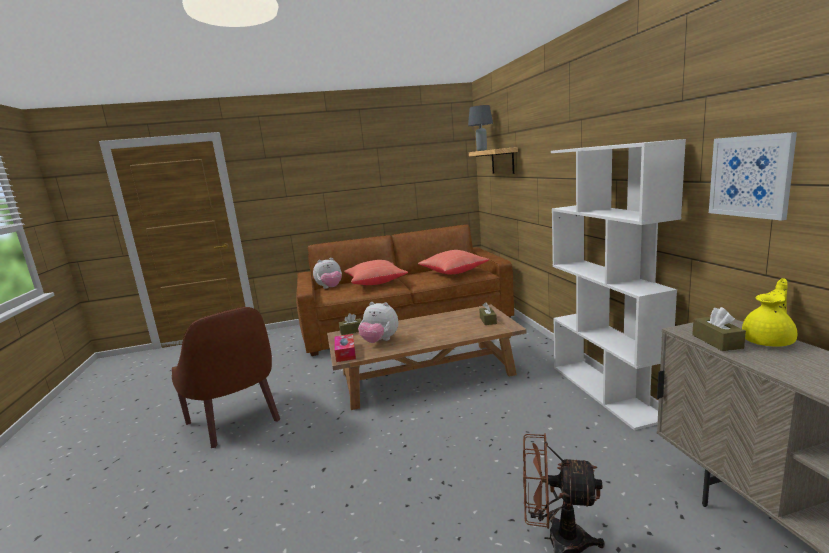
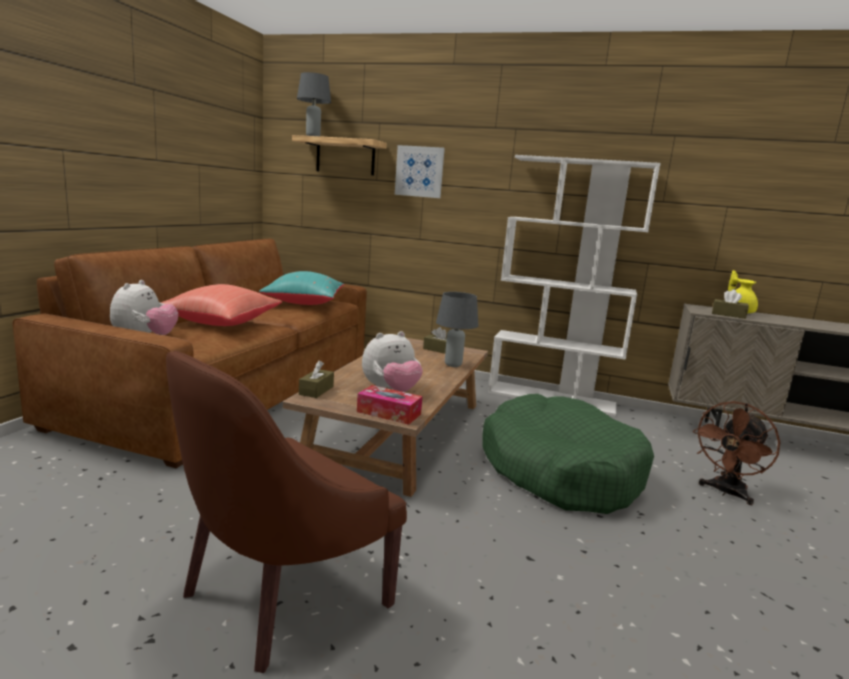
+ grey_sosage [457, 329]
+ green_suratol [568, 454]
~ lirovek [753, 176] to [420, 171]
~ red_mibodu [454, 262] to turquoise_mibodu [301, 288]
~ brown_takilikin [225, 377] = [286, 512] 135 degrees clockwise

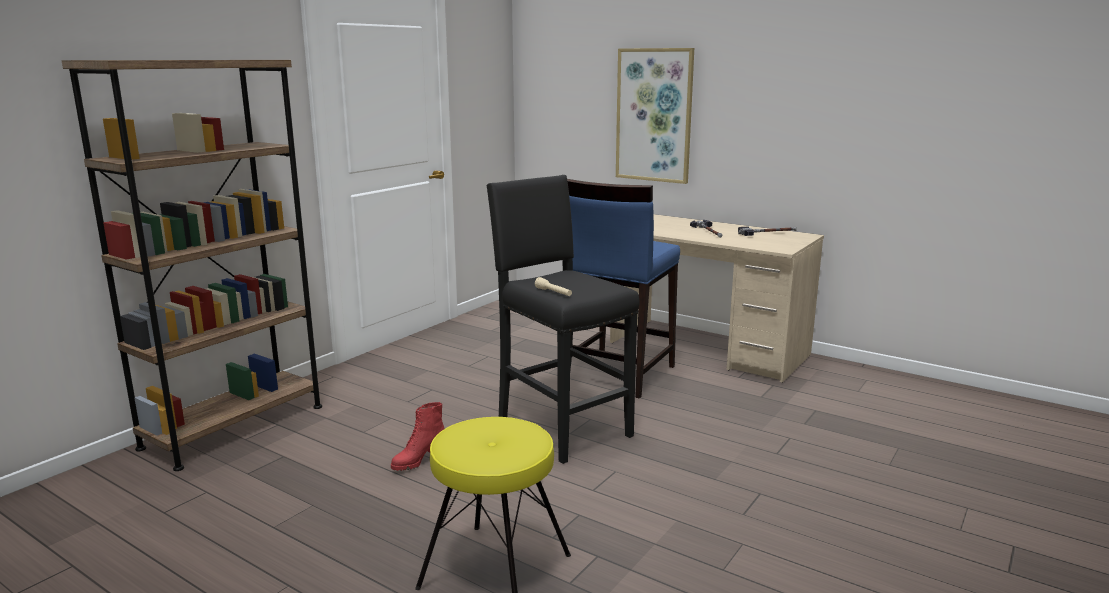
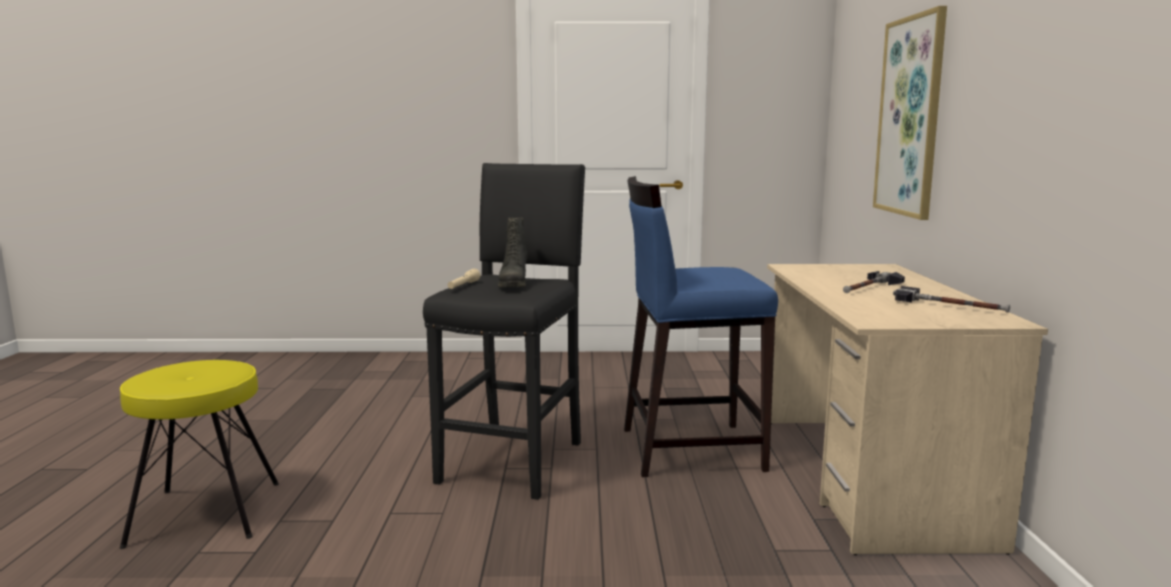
- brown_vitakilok [192, 265]
- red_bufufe [418, 436]
+ black_bufufe [513, 252]

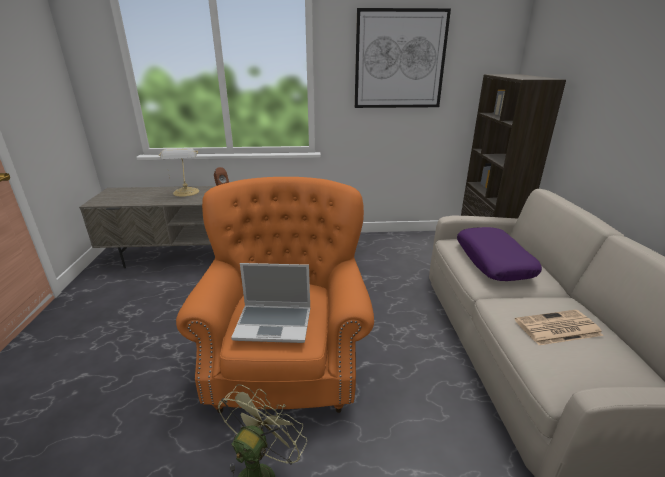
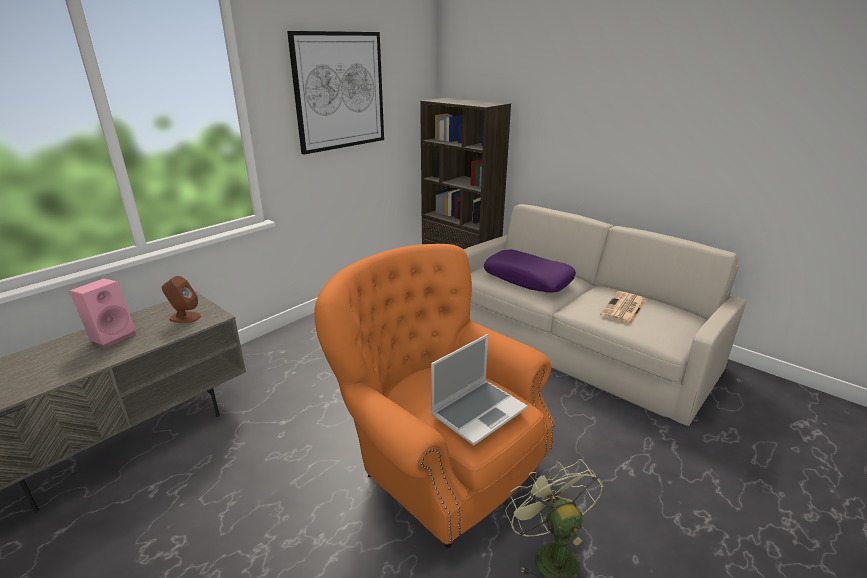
~ sosage [179, 172] to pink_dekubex [102, 313]

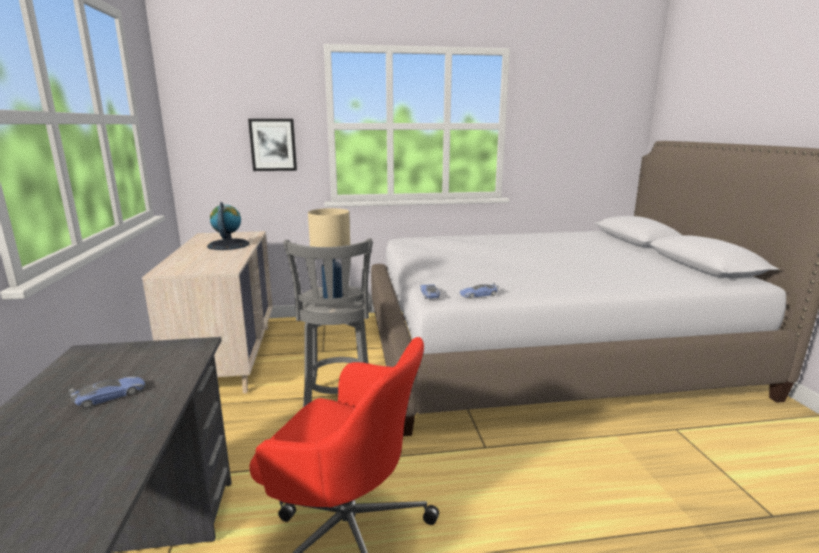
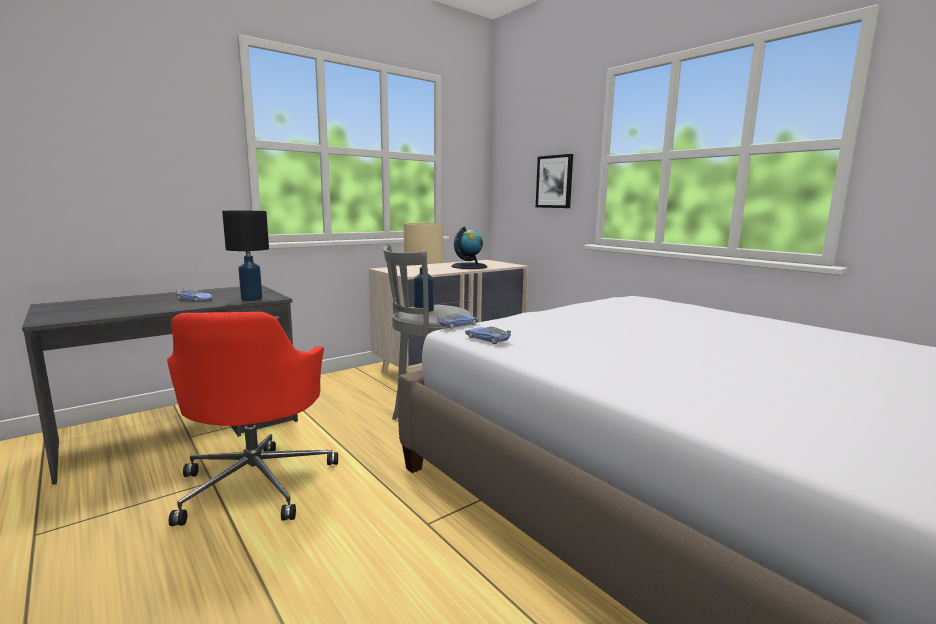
+ black_sosage [245, 256]

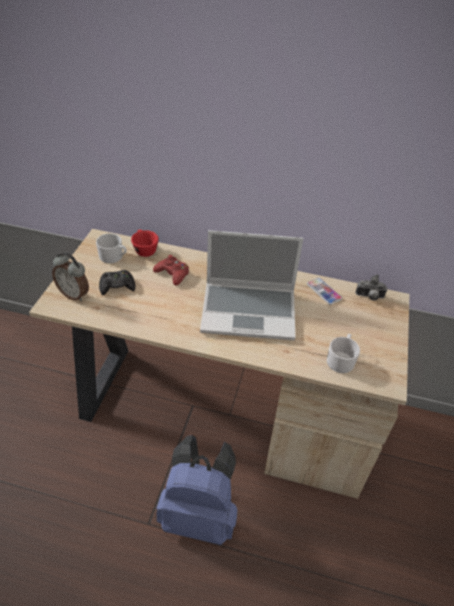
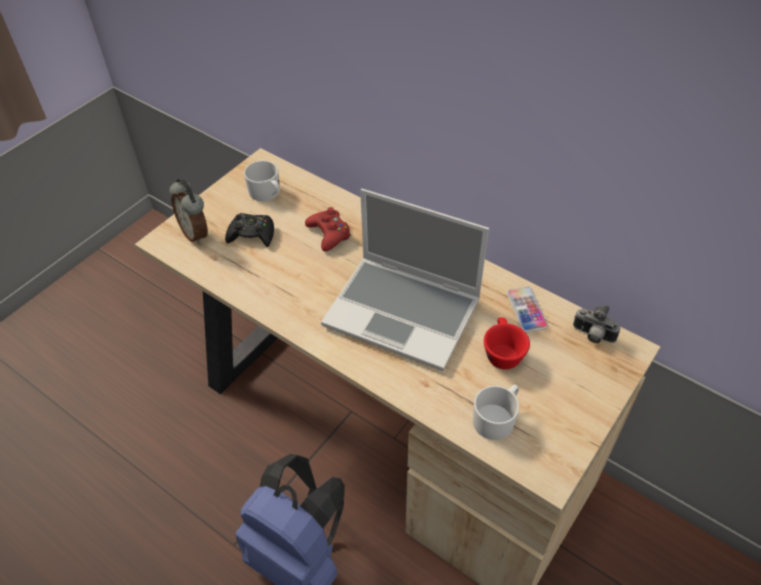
~ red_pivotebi [145, 243] to [507, 343]

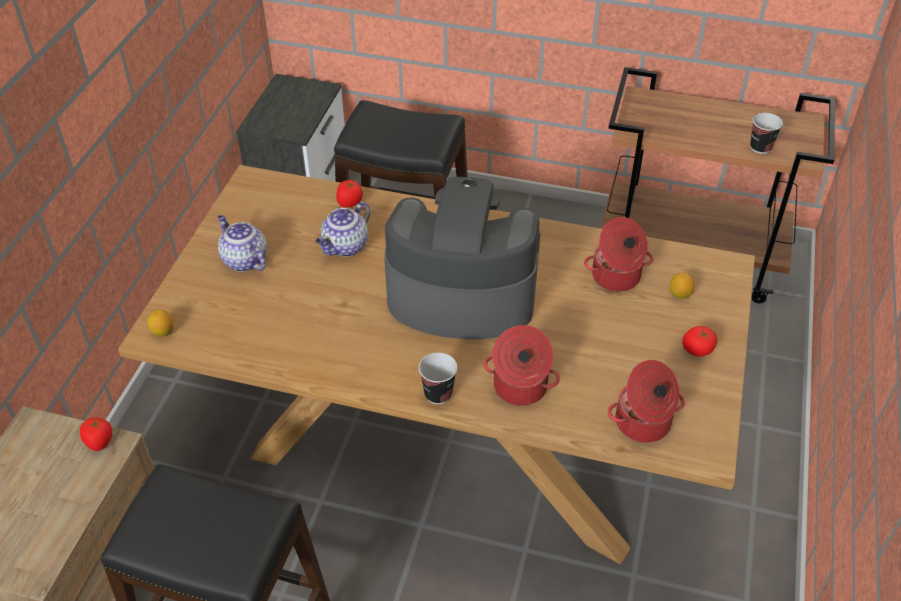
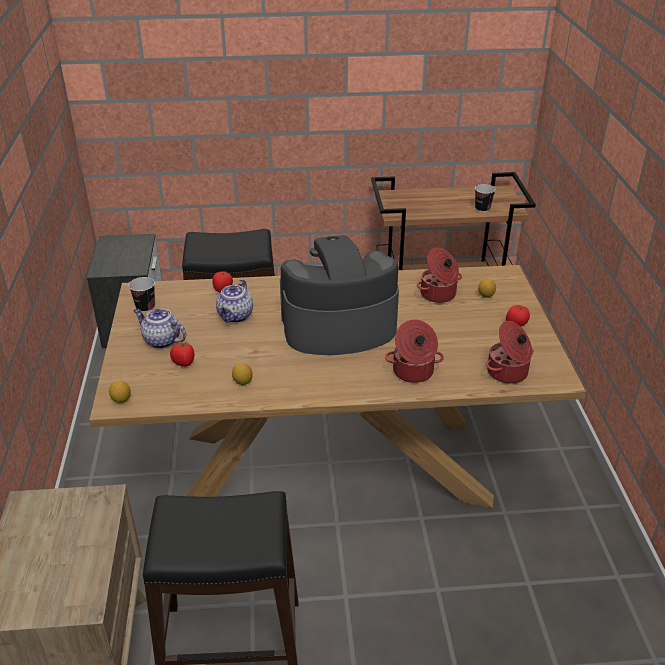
+ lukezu [242, 374]
~ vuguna [96, 434] to [182, 354]
~ pivotebi [438, 378] to [142, 295]

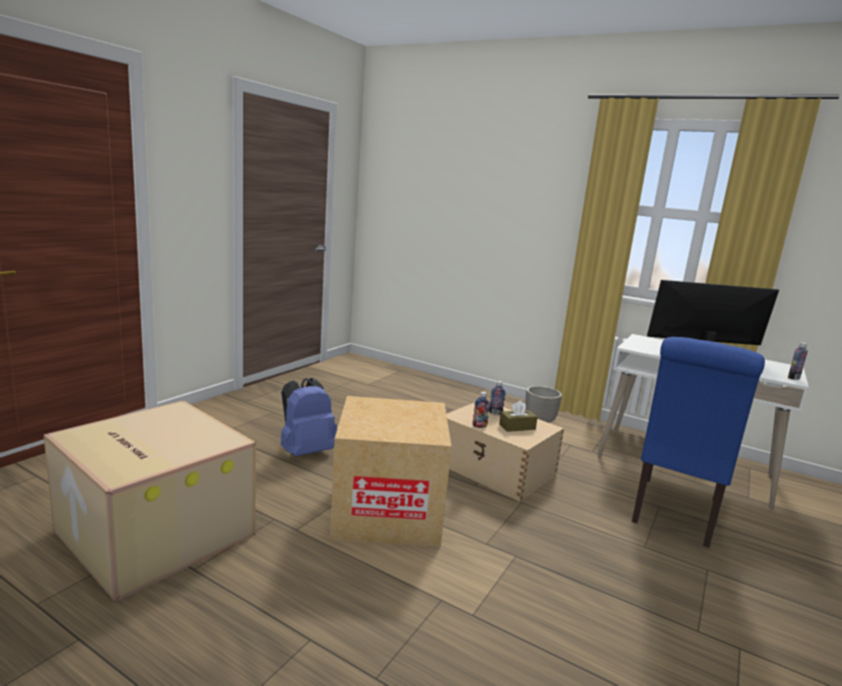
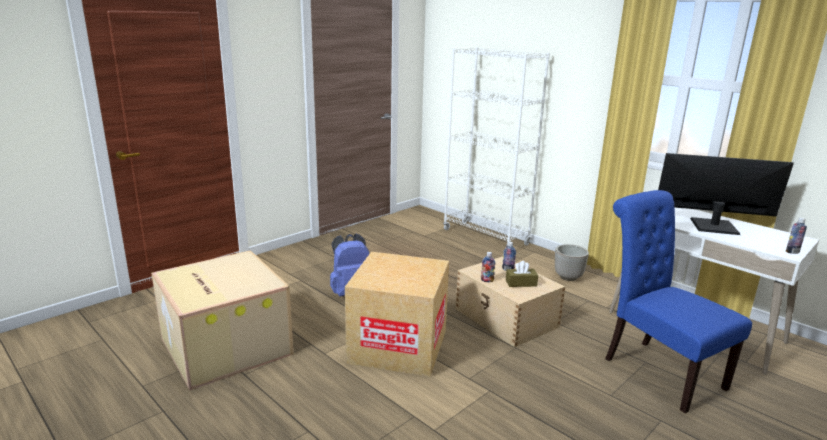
+ white_vitakilok [496, 147]
~ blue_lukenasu [698, 442] = [678, 301] 105 degrees clockwise

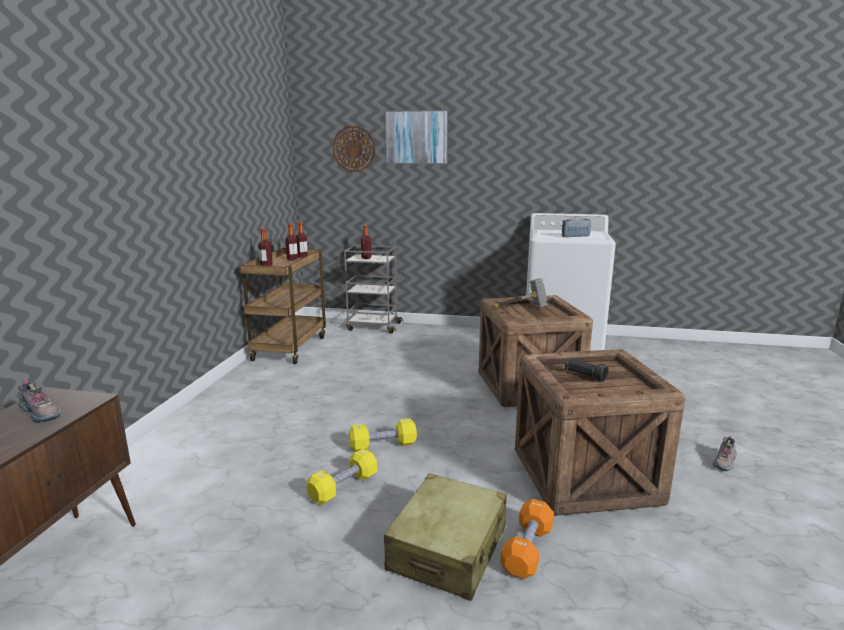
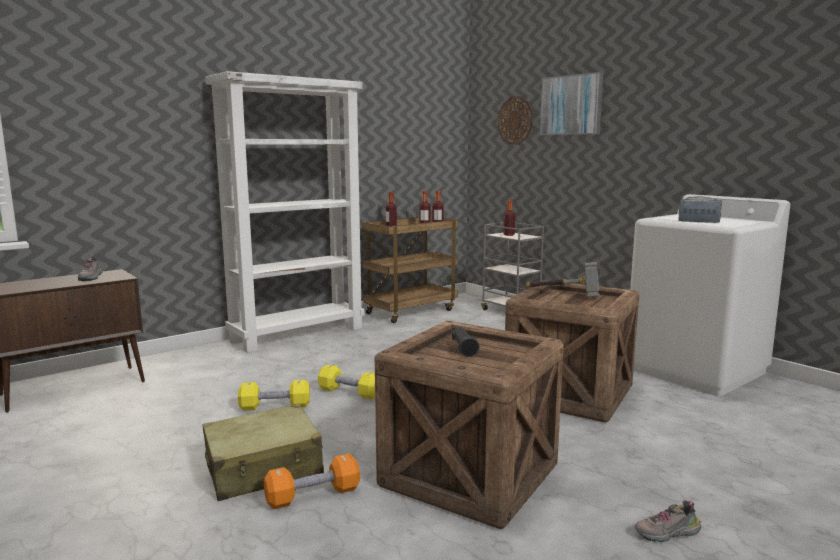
+ white_vitakilok [285, 212]

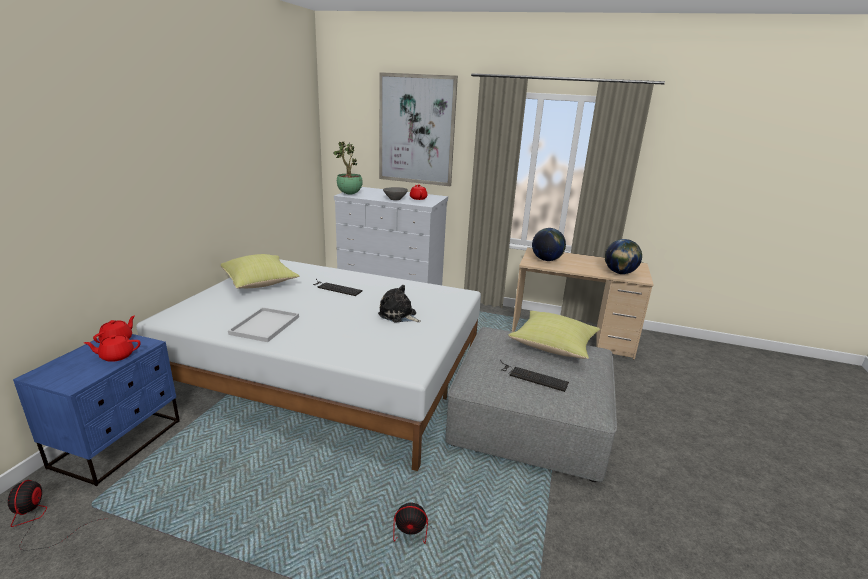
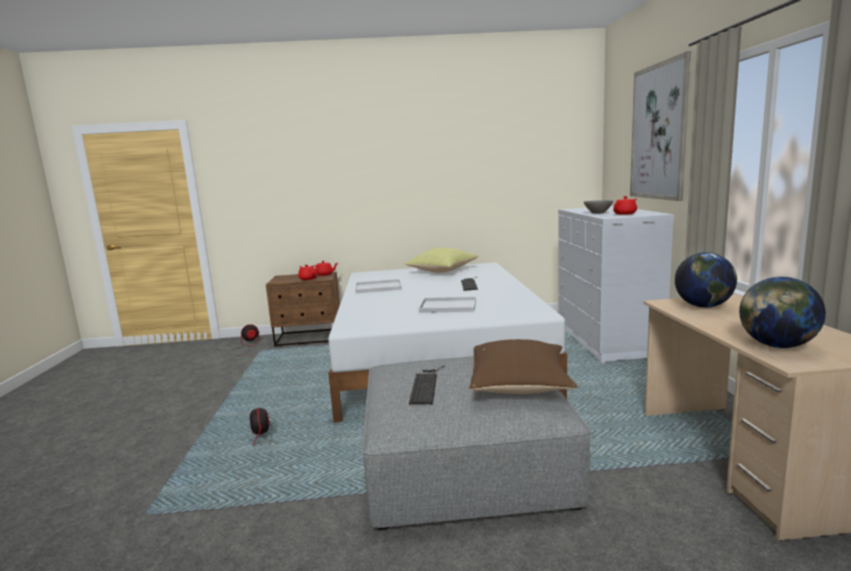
- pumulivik [348, 168]
~ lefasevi [399, 303] to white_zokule [447, 305]
~ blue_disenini [96, 410] to brown_disenini [303, 309]
~ yellow_mibodu [554, 335] to brown_mibodu [523, 366]

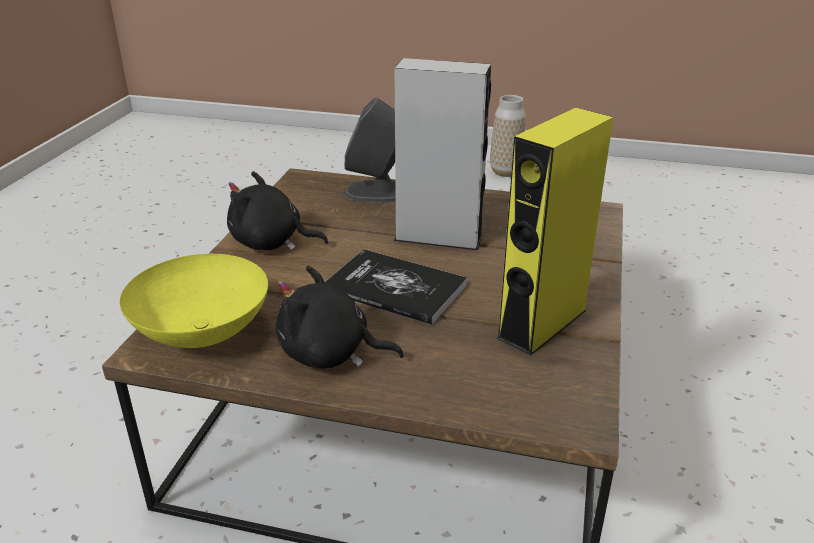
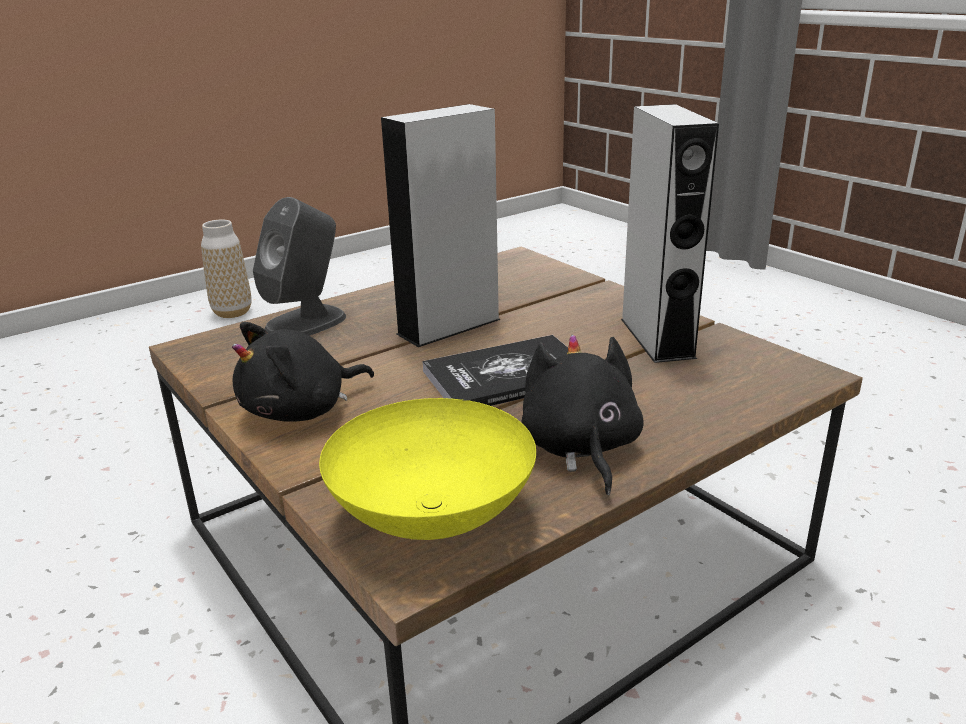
~ yellow_dekubex [554, 231] to grey_dekubex [670, 233]
~ black_lefasevi [340, 317] = [583, 415] 120 degrees clockwise

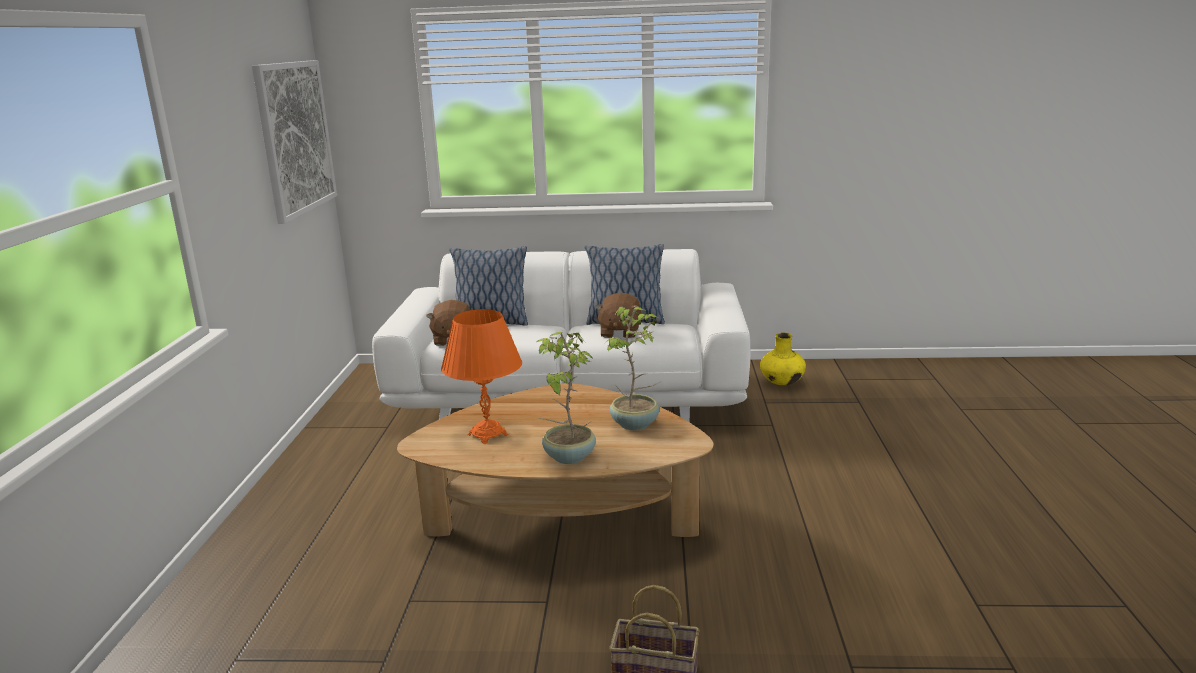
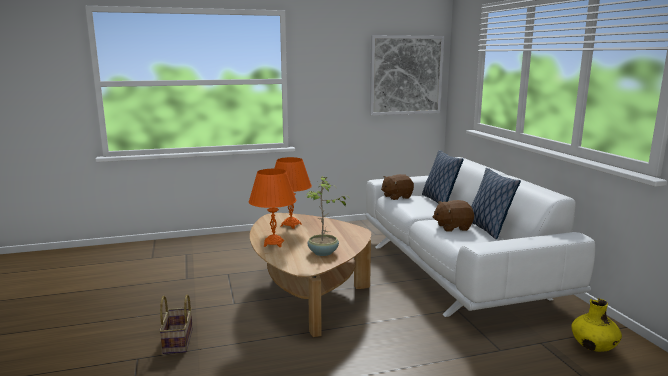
~ pumulivik [566, 398] to orange_sosage [272, 208]

